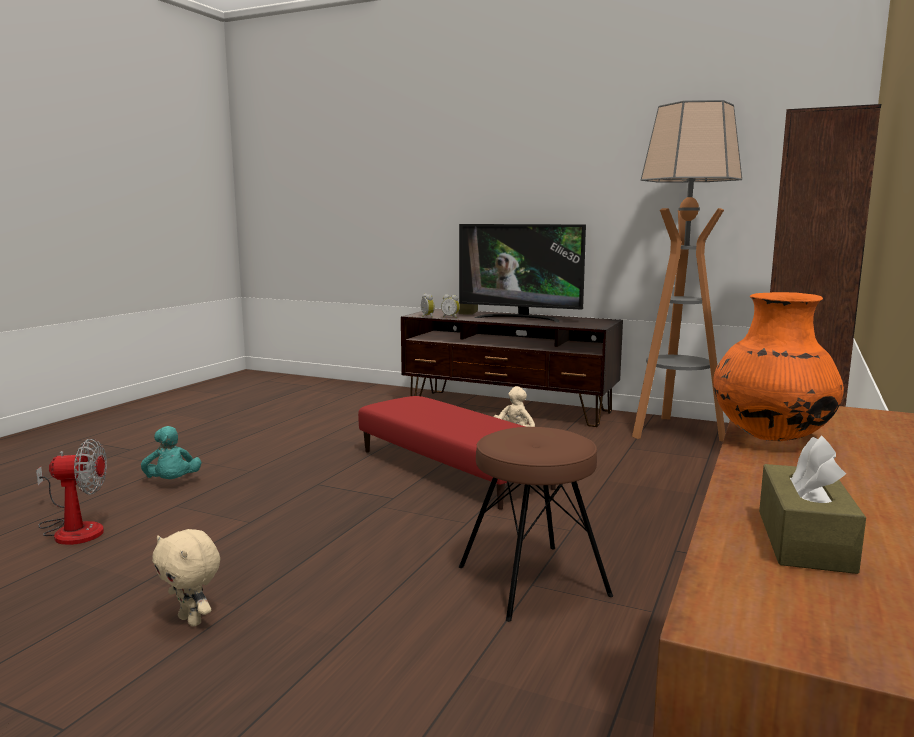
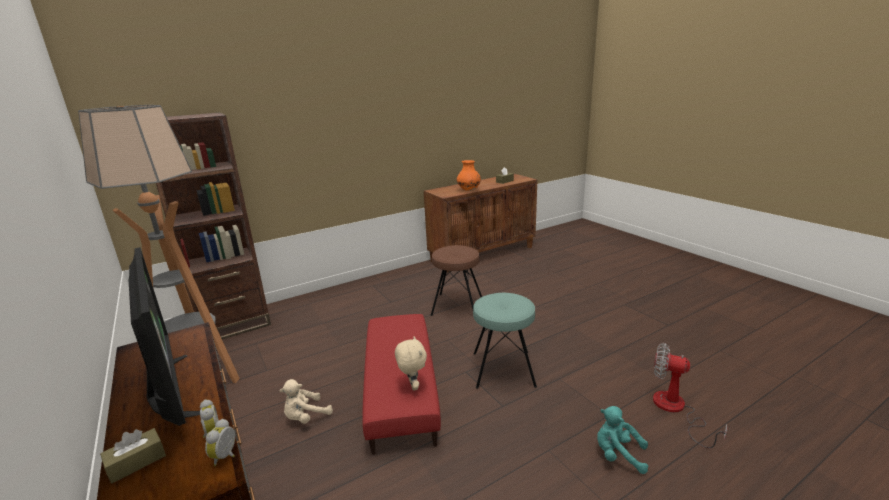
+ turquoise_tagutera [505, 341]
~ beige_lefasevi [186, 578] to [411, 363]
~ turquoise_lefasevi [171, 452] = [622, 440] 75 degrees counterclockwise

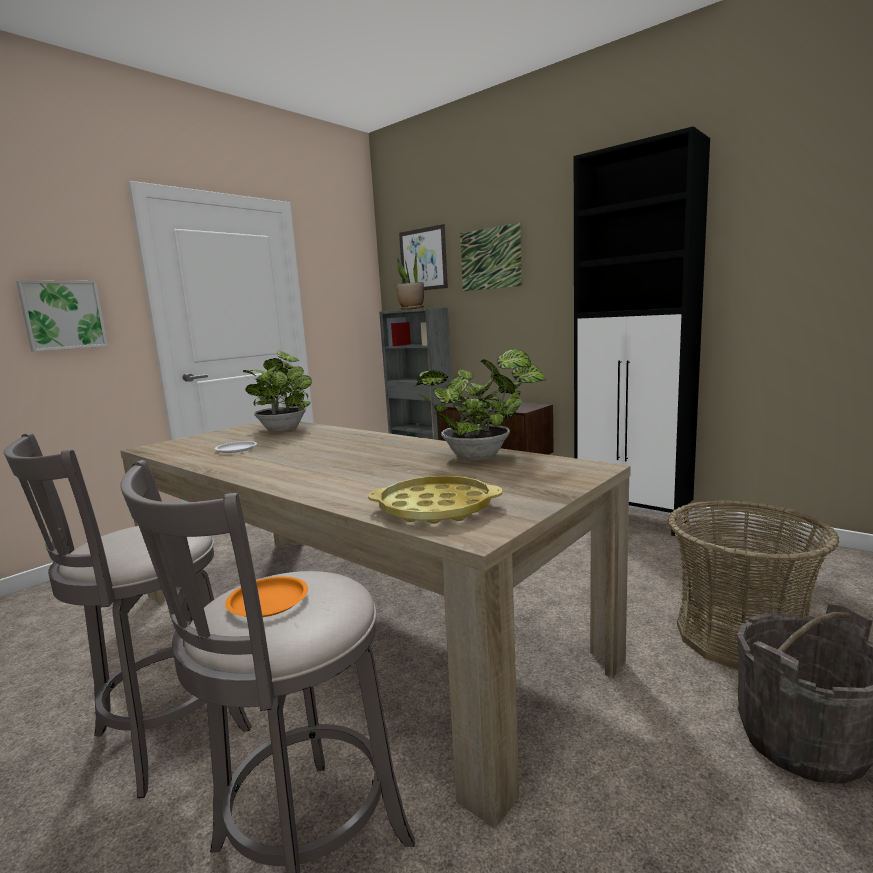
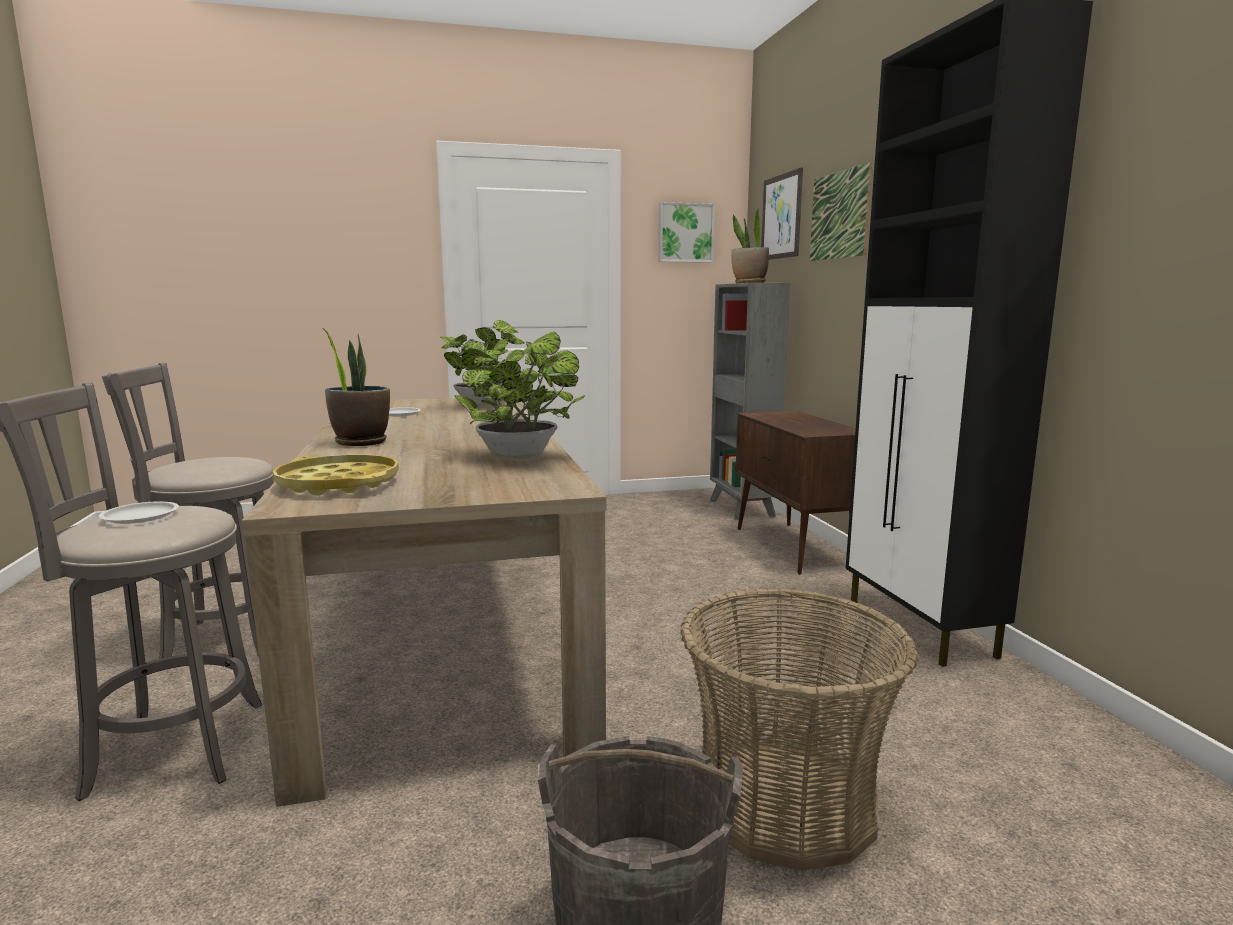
+ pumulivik [356, 387]
~ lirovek [62, 315] to [686, 232]
~ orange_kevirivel [266, 596] to white_kevirivel [139, 512]

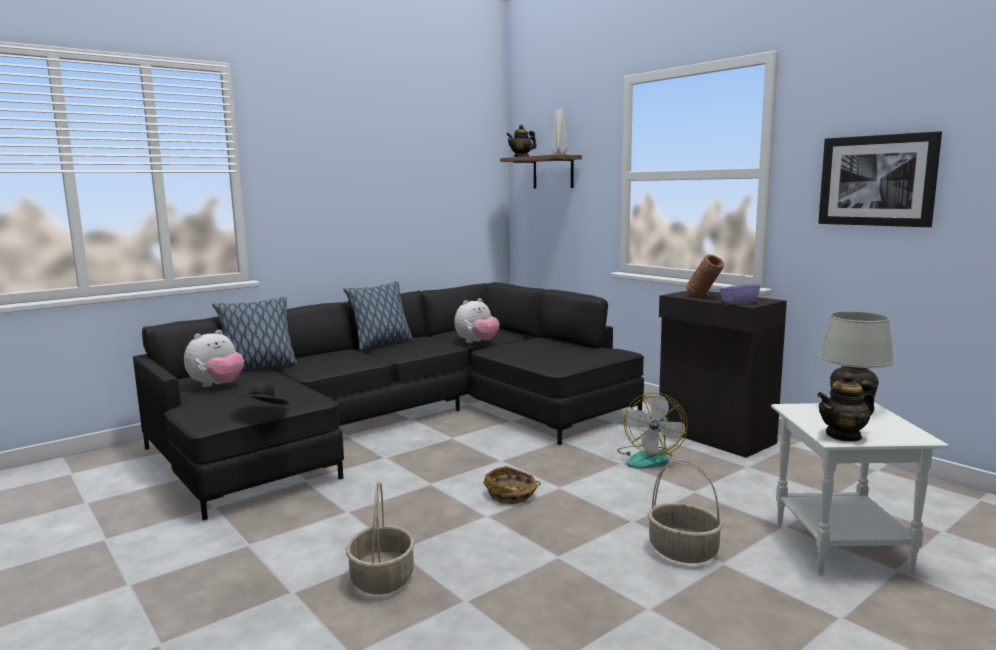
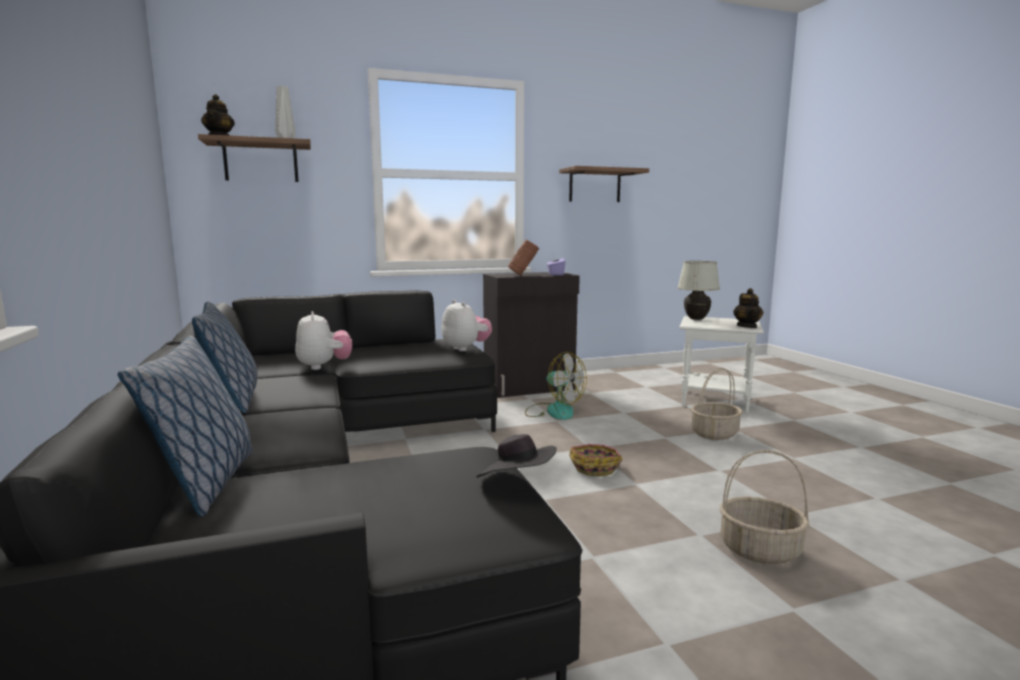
~ lefasevi [214, 358] to [466, 325]
~ lirovek [880, 179] to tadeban [604, 184]

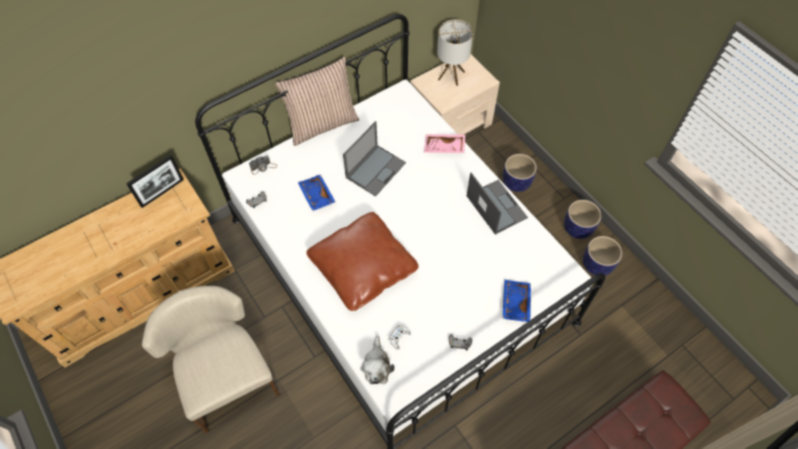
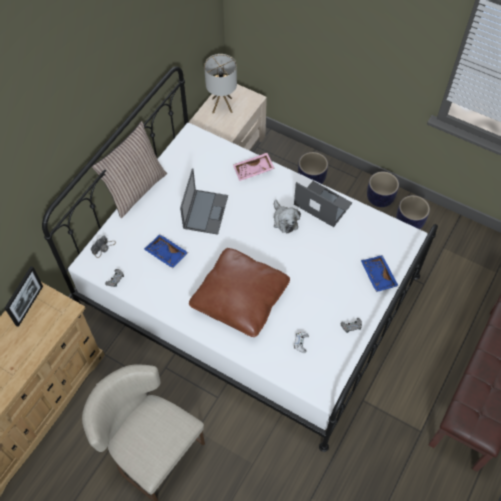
~ lefasevi [377, 360] to [287, 216]

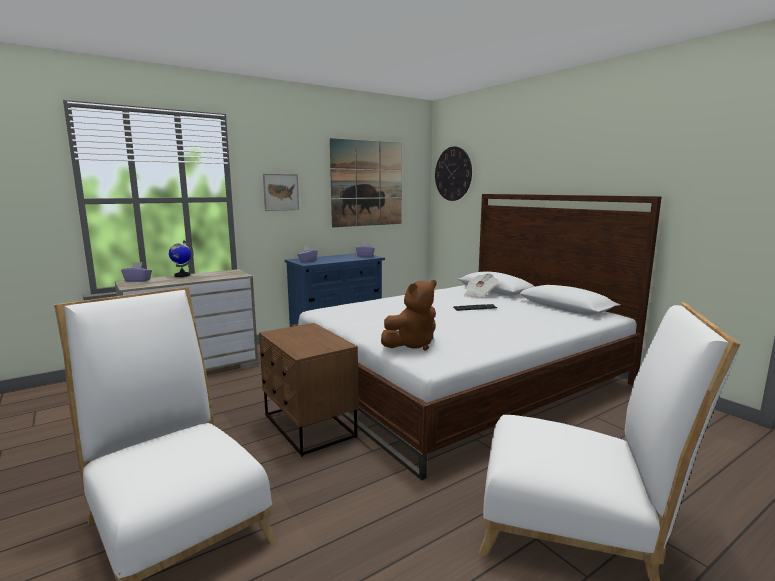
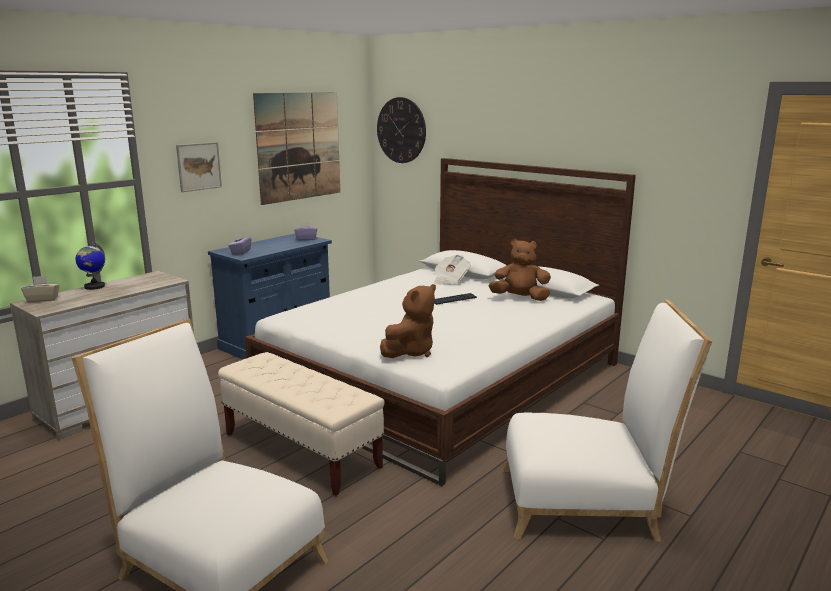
+ brown_lefasevi [520, 270]
~ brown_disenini [309, 390] to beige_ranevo [301, 424]
~ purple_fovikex [136, 272] to beige_fovikex [40, 289]

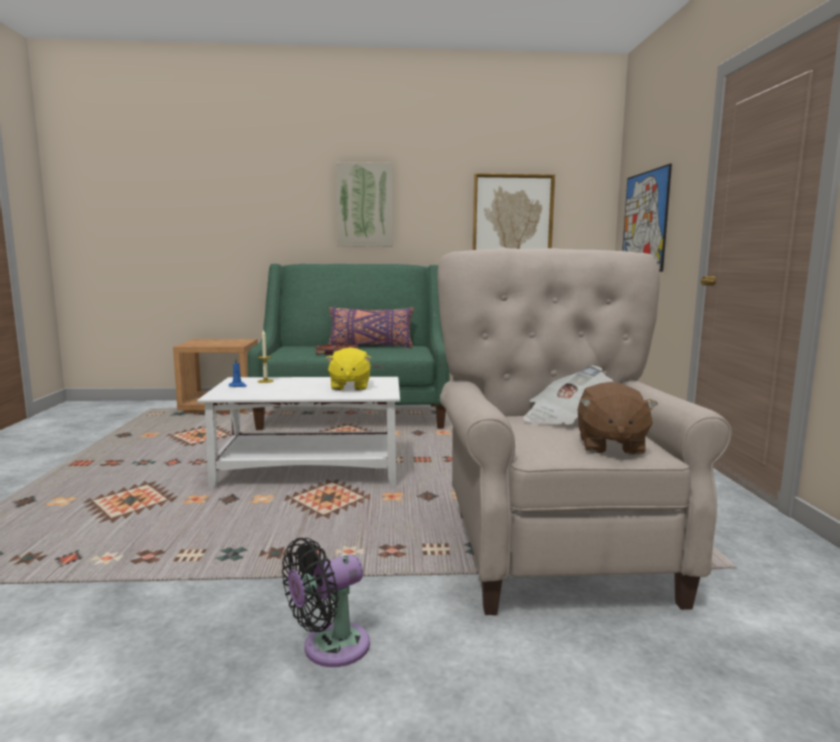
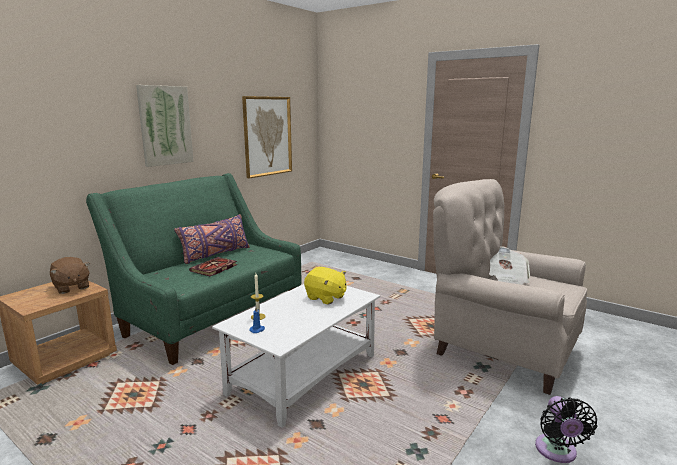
- lirovek [647, 218]
~ brown_lefasevi [618, 418] to [70, 275]

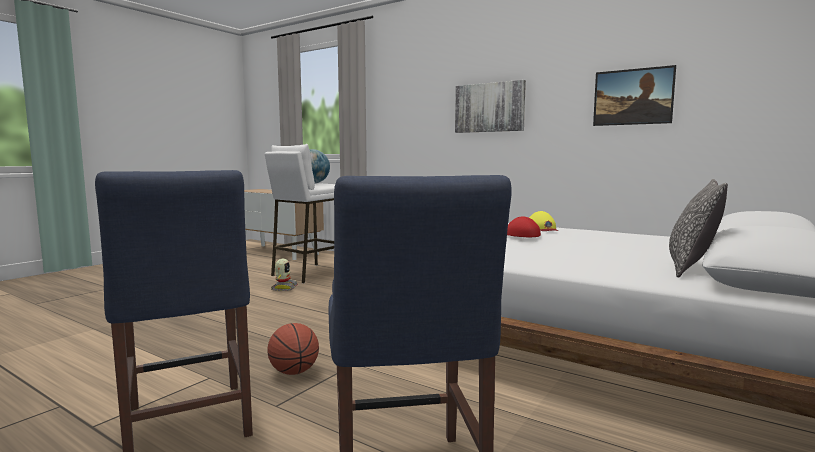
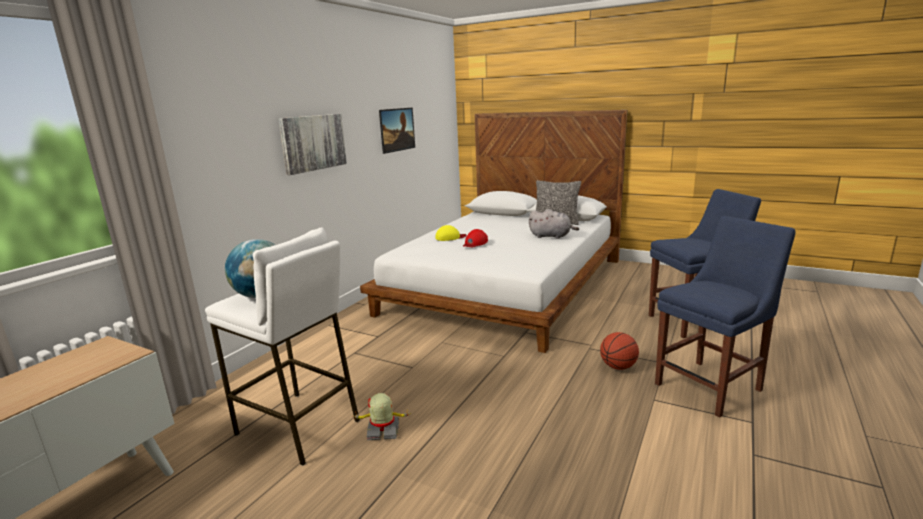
+ grey_lefasevi [554, 224]

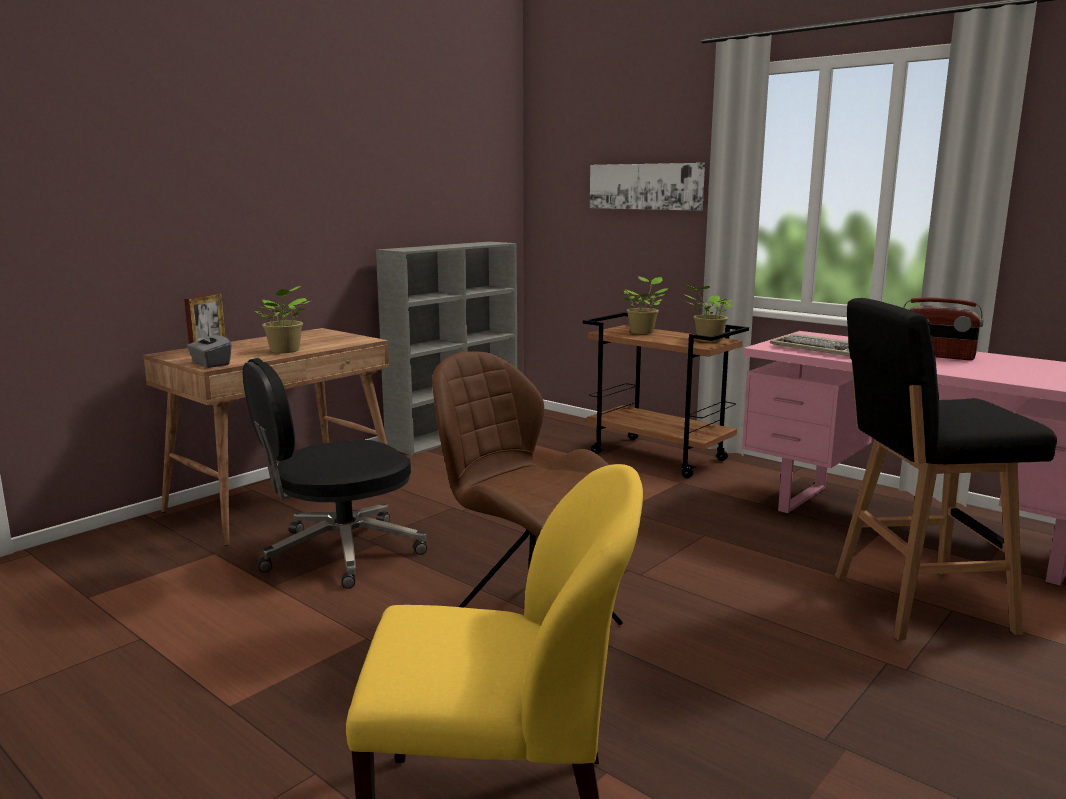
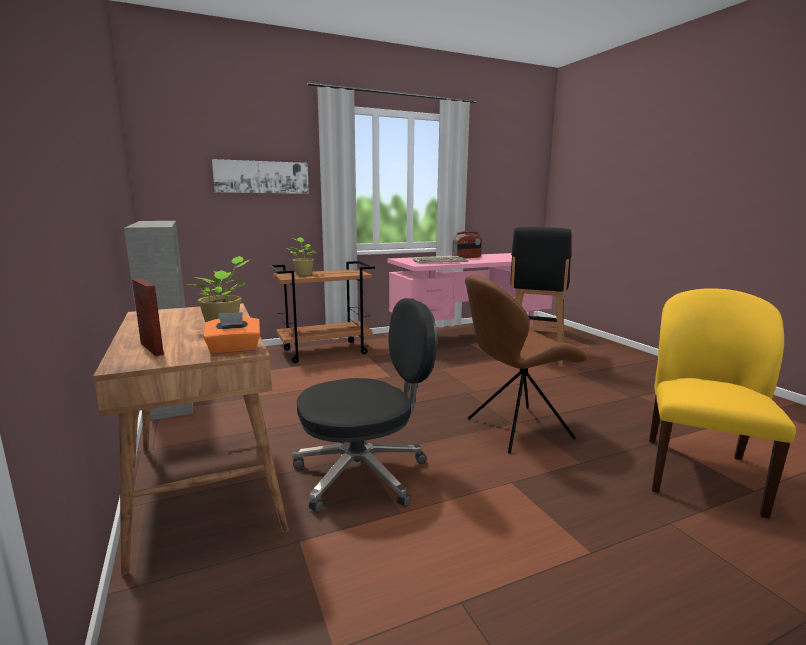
- pumulivik [709, 313]
~ grey_fovikex [209, 348] to orange_fovikex [231, 333]
~ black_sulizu [335, 473] = [364, 405] 105 degrees counterclockwise

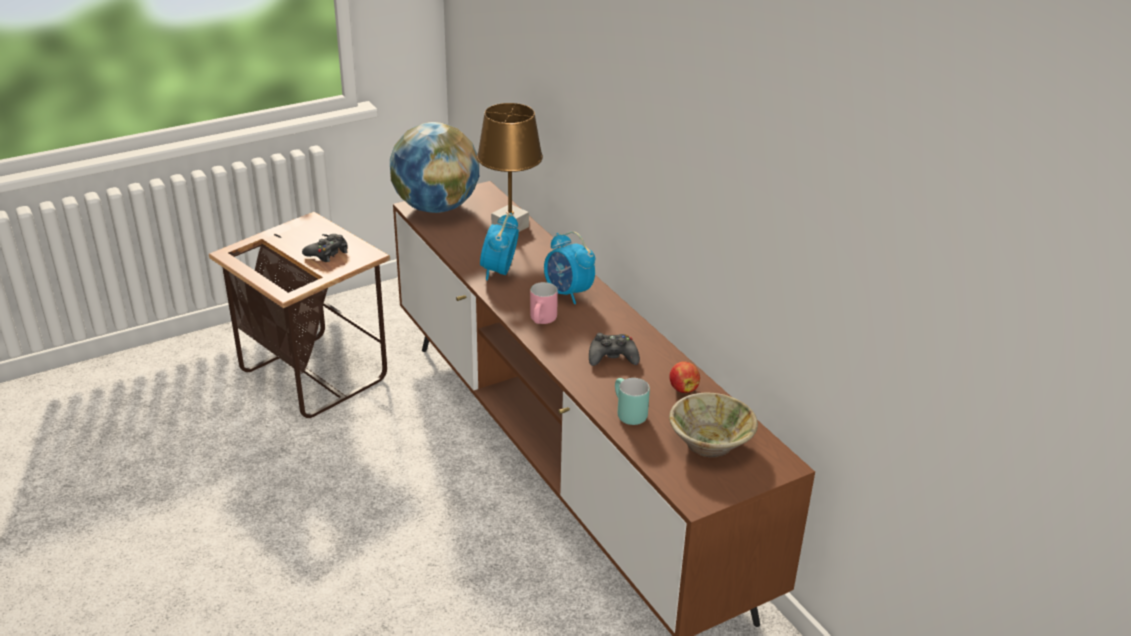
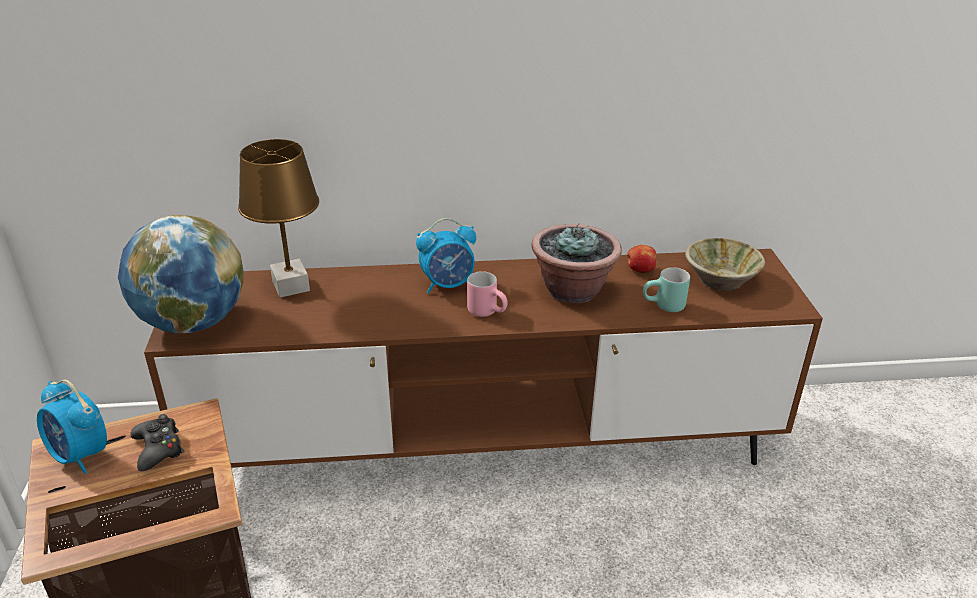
~ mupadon [499, 246] to [72, 427]
~ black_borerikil [614, 349] to pumulivik [576, 263]

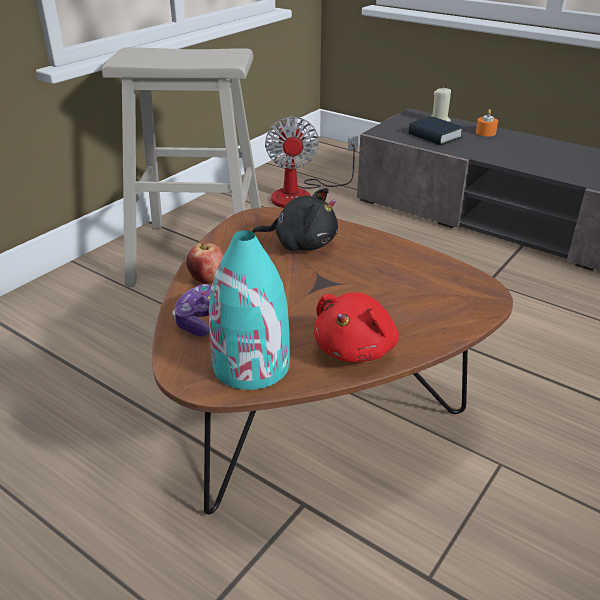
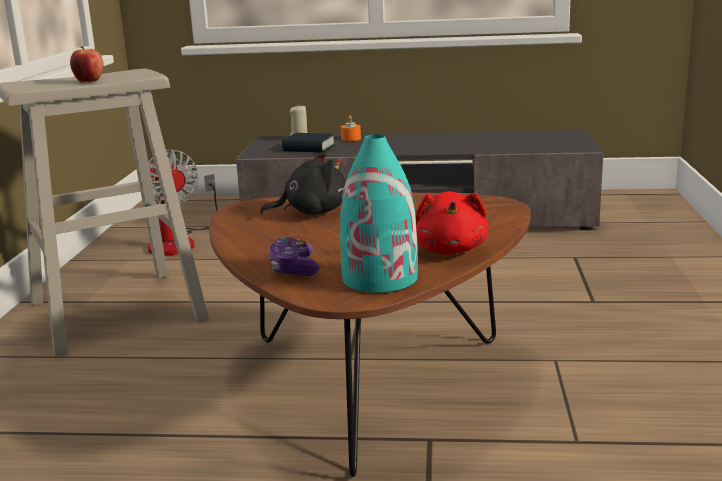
~ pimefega [205, 263] to [86, 64]

